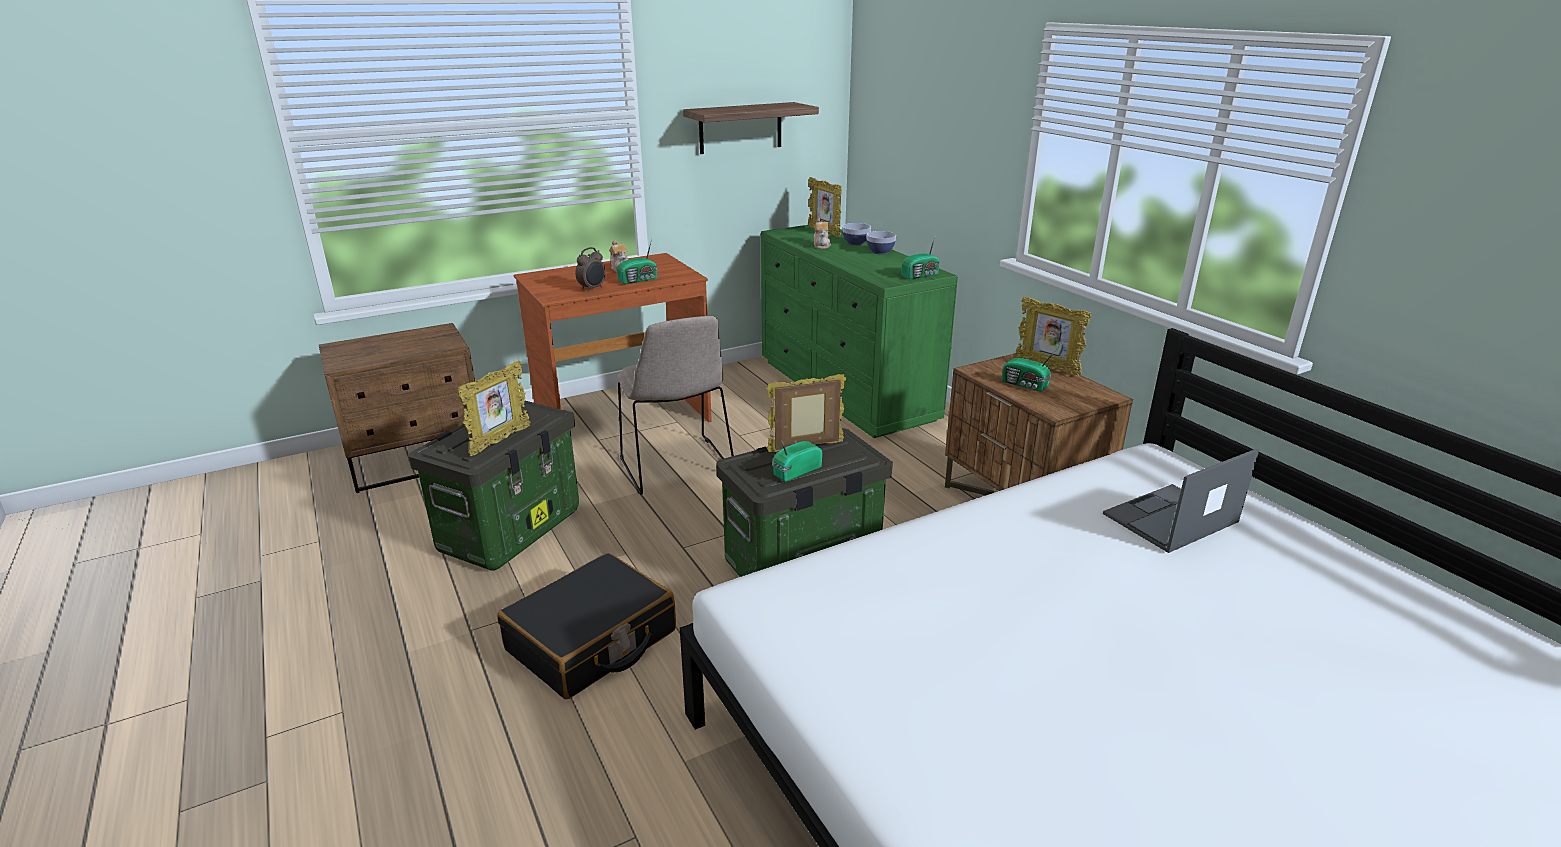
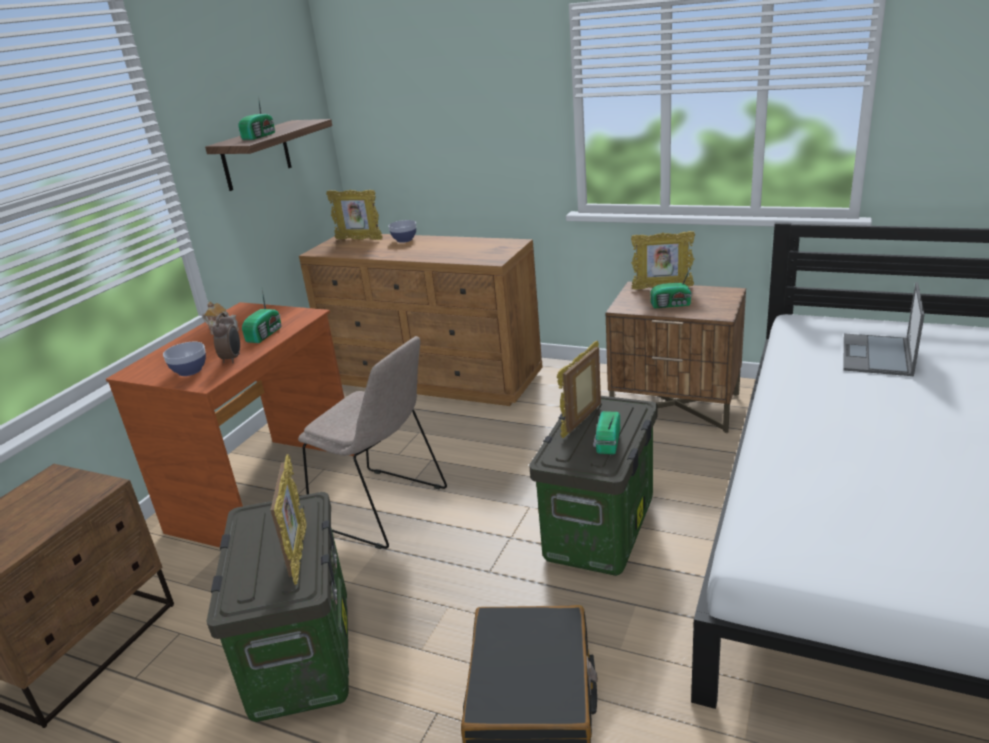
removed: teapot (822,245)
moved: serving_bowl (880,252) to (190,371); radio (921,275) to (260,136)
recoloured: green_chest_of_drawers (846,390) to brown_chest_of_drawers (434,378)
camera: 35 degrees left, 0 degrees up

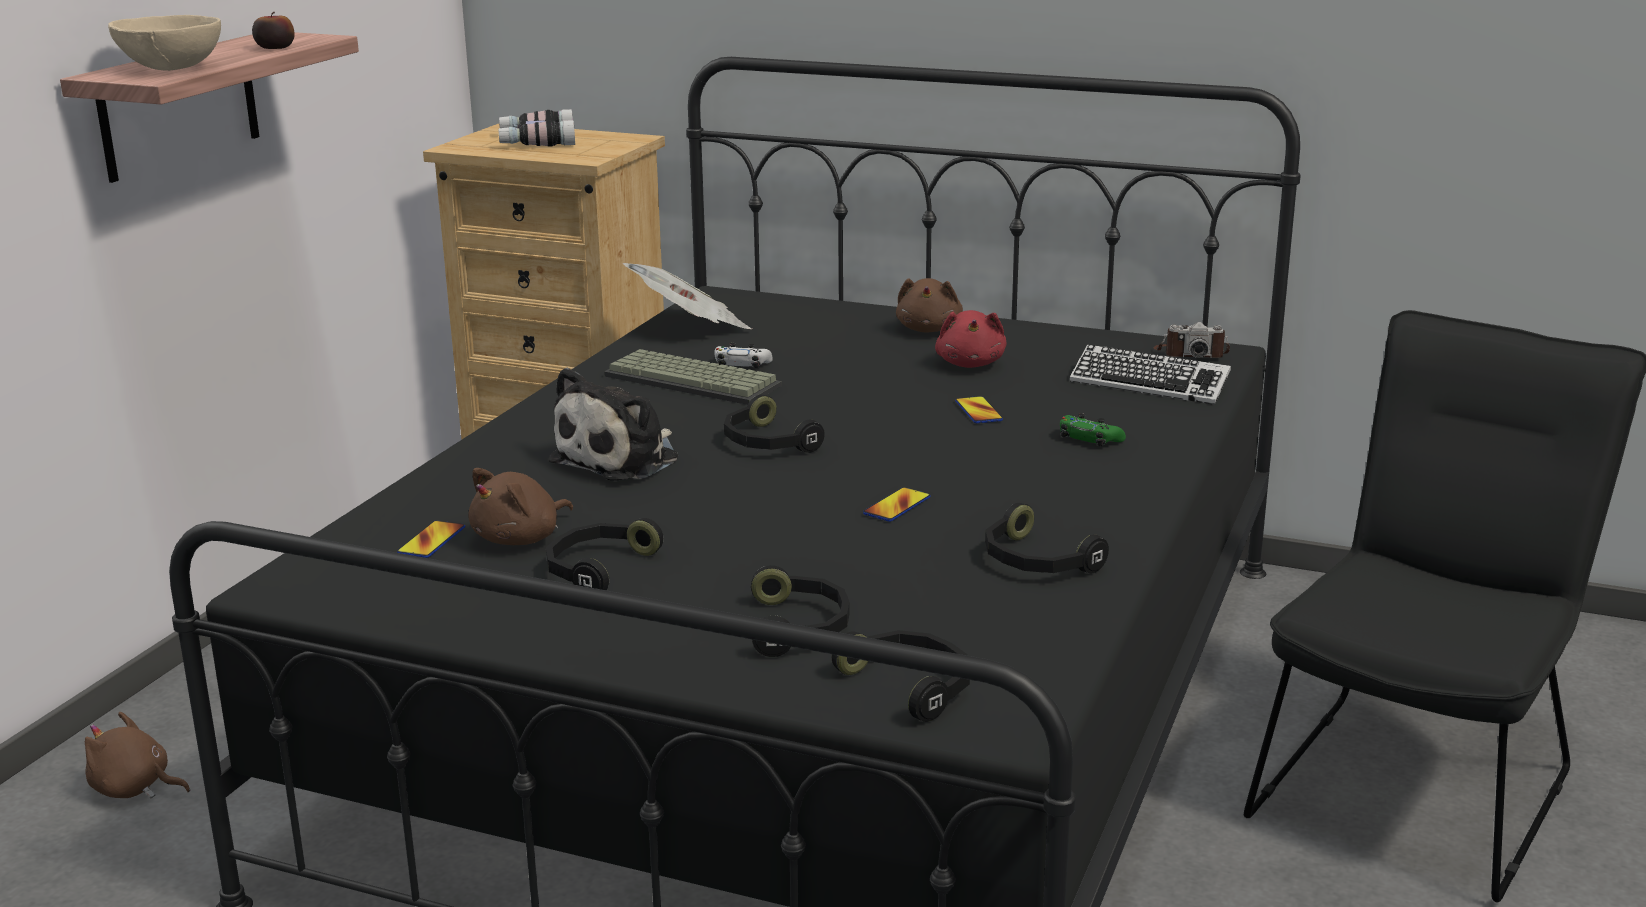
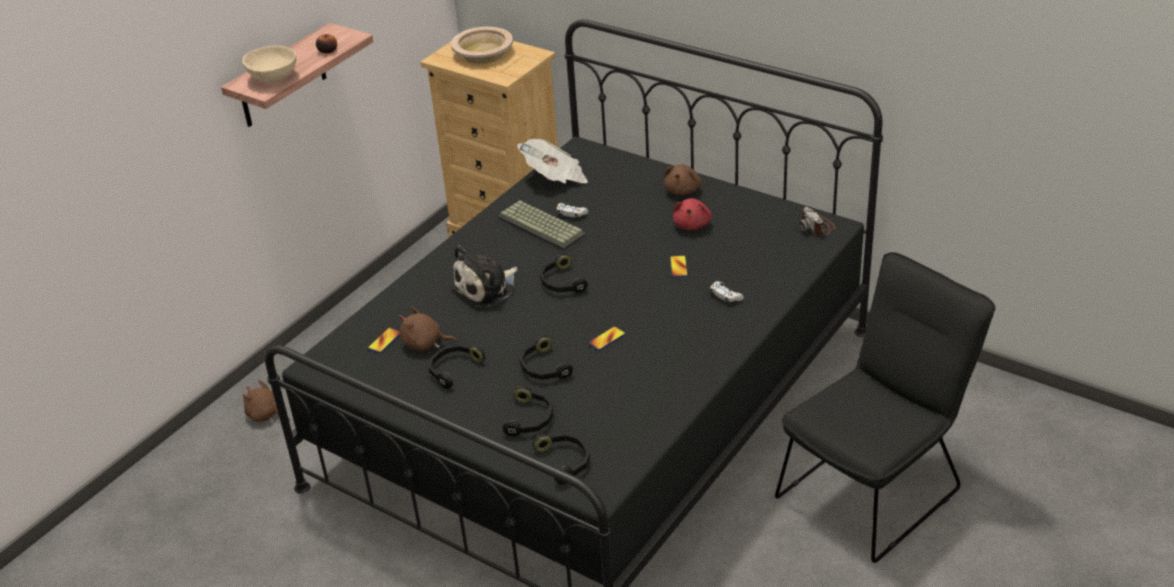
removed: PC_keyboard (1149,384)
moved: black_pair_of_headphones (1035,562) to (543,368)
replaced: binoculars (536,140) to beige_serving_bowl (483,53)
recoloured: green_joypad (1089,439) to white_joypad (725,296)
turned: still_camera (1191,354) = (817,226) 45 degrees clockwise; brown_plush_toy (521,539) = (425,344) 45 degrees clockwise
camera: 15 degrees right, 15 degrees up

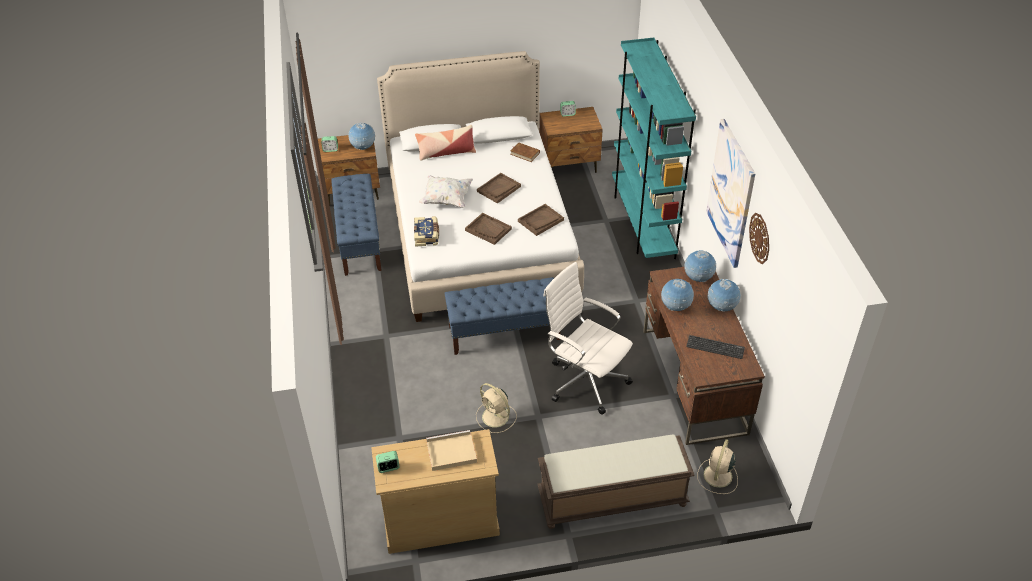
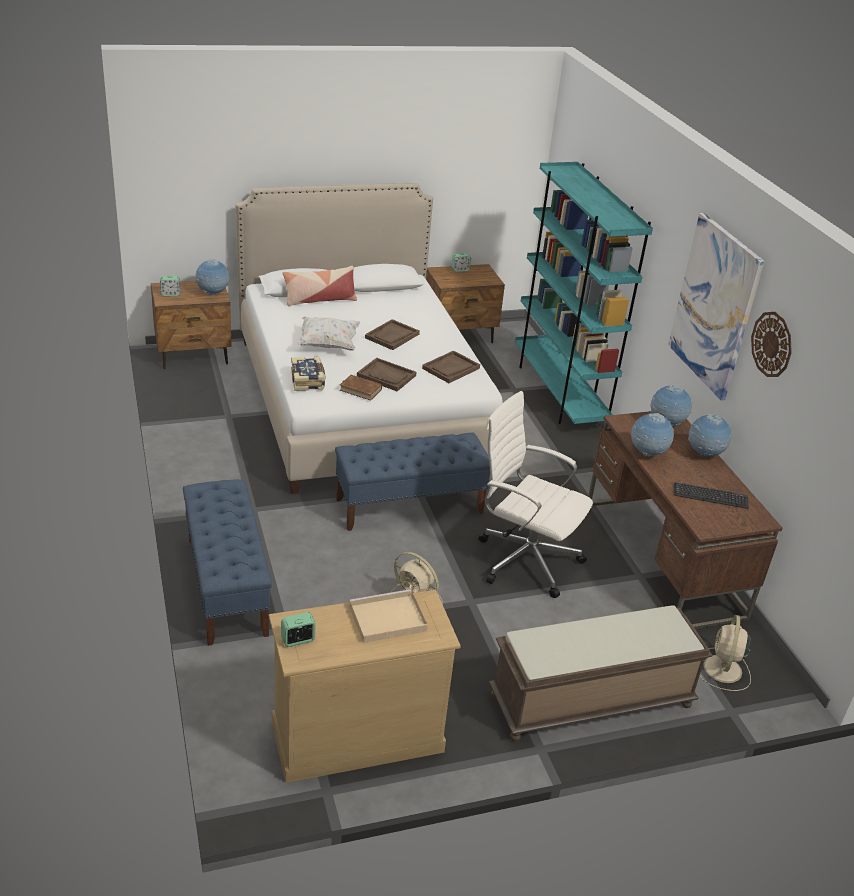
moved: brown_book (524,153) to (360,389); blue-coloured_indoor_bench (359,240) to (226,585)
camera: 10 degrees left, 10 degrees down

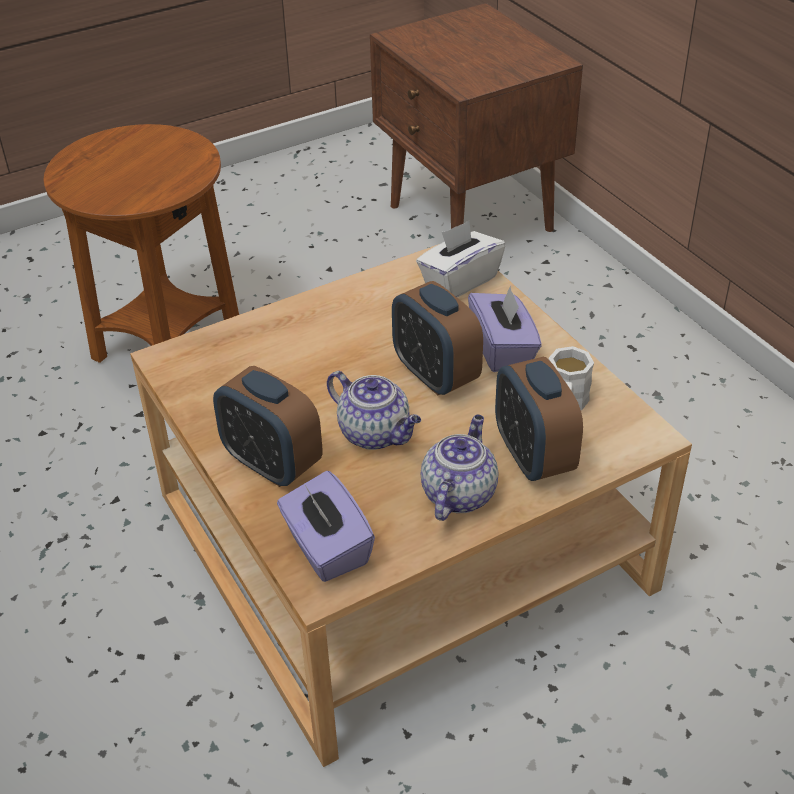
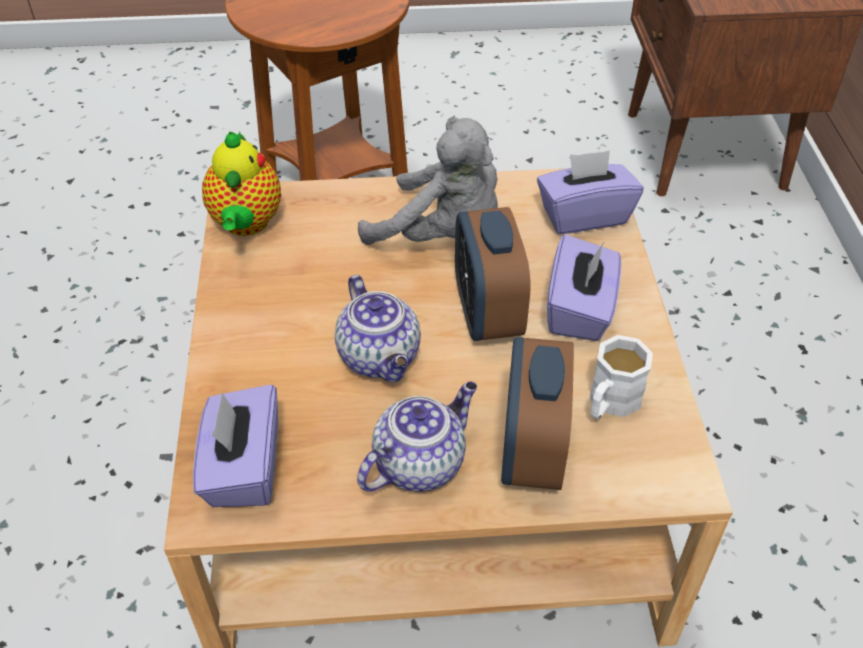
removed: table_clock (272,464)
added: gray_plush_toy (442,235); teapot (246,224)
recoloured: white_tissue_holder (459,280) to purplish_tissue_holder (584,215)
camera: 25 degrees right, 5 degrees up

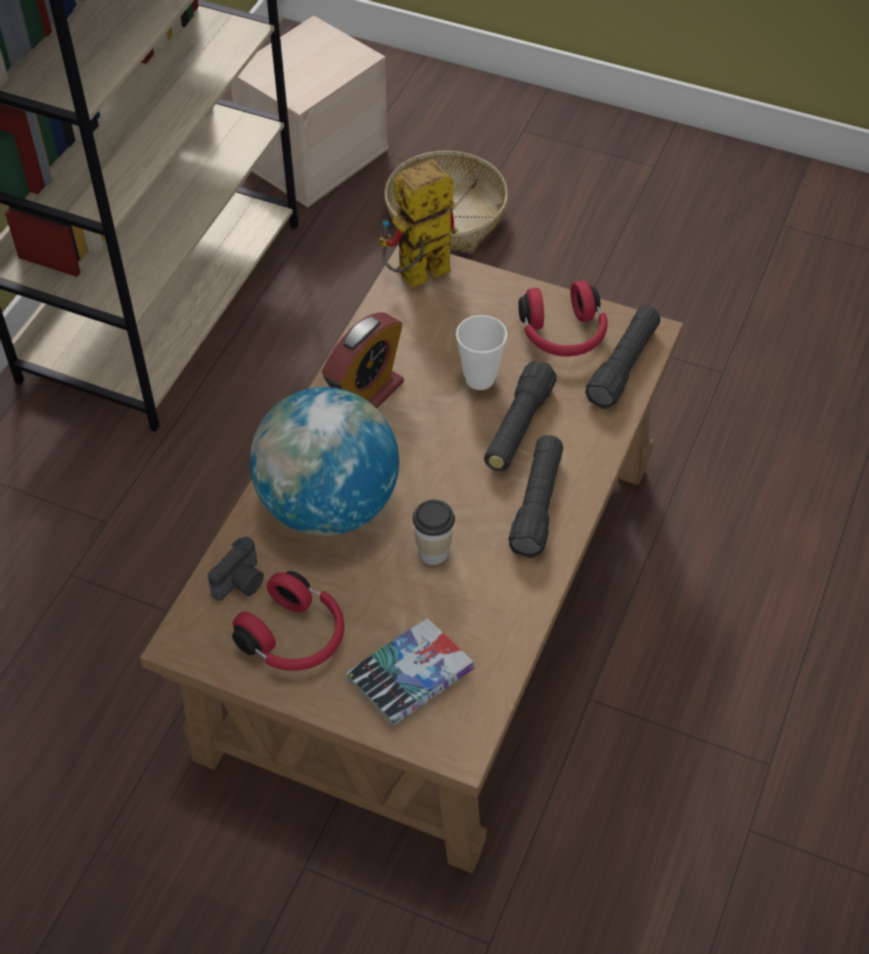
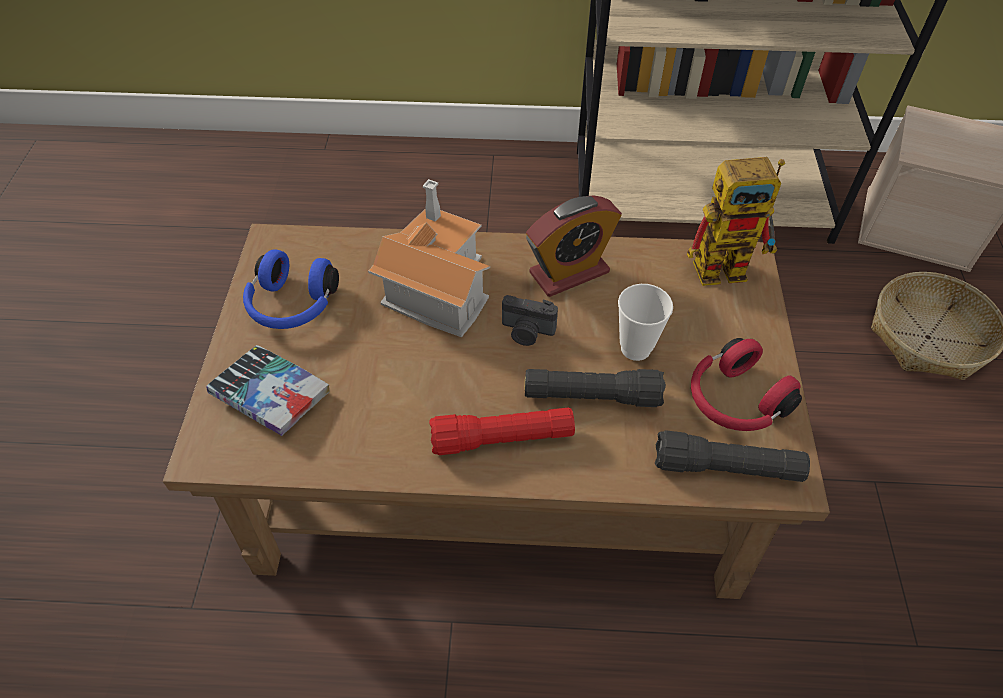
removed: drinking_cup (433,552)
moved: still_camera (241,583) to (526,332)
replaced: globe (328,505) to model_house (436,285)
recoloured: black_flashlight (537,504) to red-coloured_flashlight (502,439); red-coloured_pair_of_headphones (295,638) to blue-coloured_pair_of_headphones (292,305)
turned: toy_robot (416,278) = (729,266) 135 degrees clockwise; table_clock (365,395) = (569,272) 45 degrees counterclockwise
camera: 70 degrees right, 0 degrees up

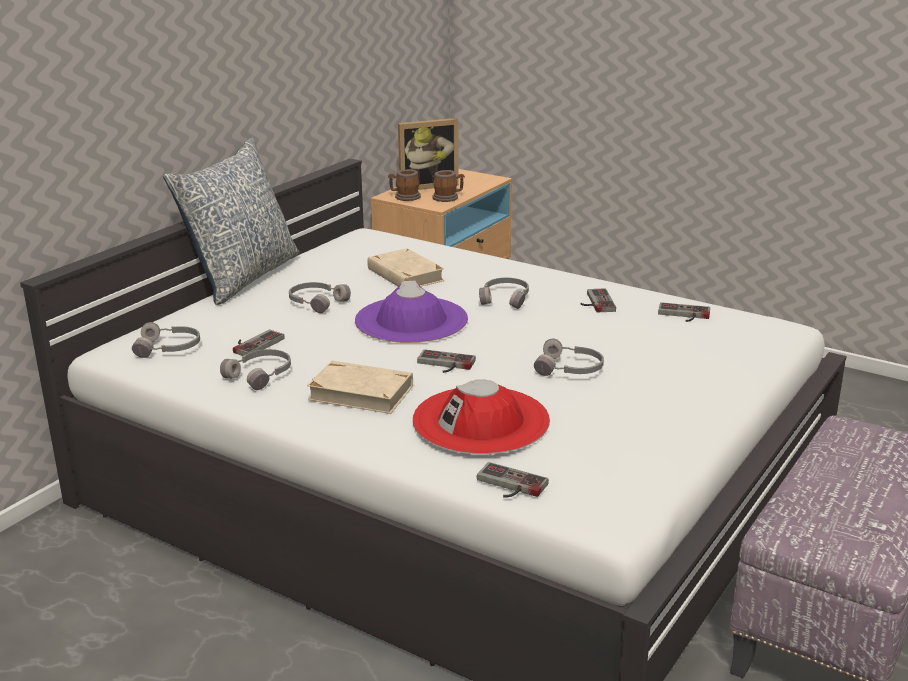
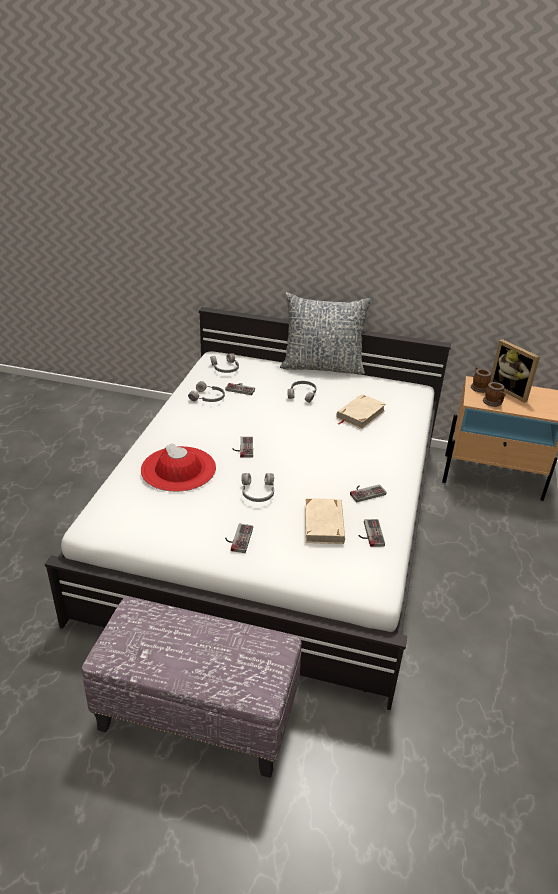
removed: gray_pair_of_headphones (505,299); purplish_hat (411,320)
moved: beige_book (360,393) to (324,524); joypad (508,486) to (237,538)
camera: 70 degrees right, 10 degrees up

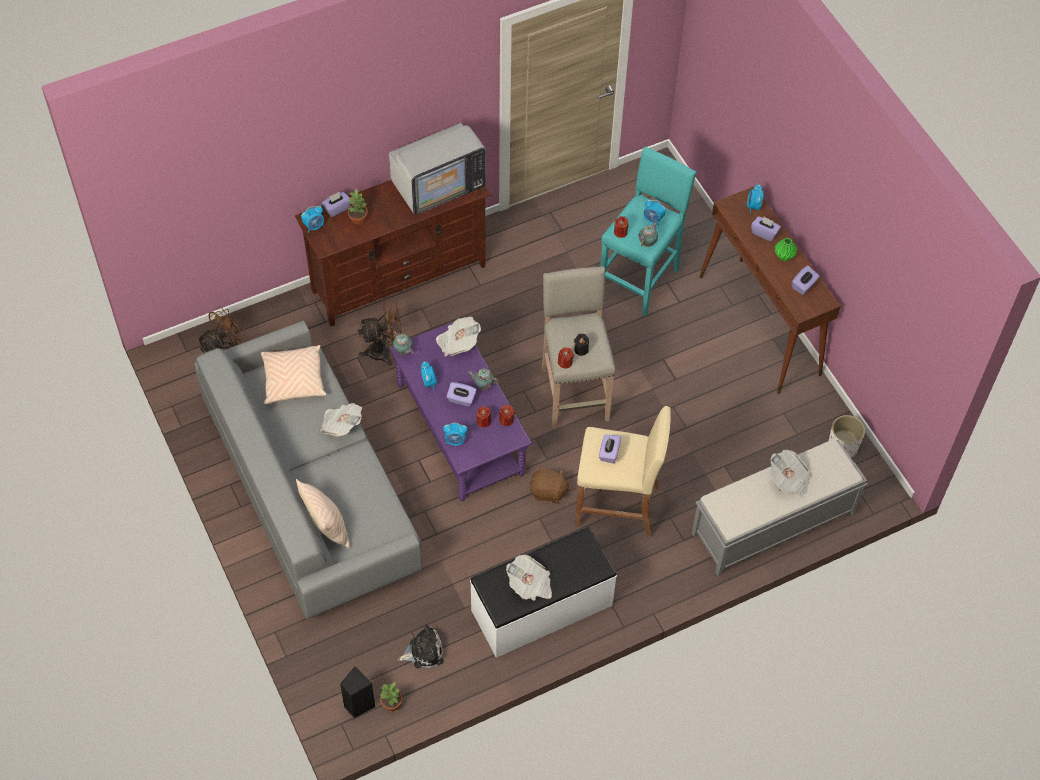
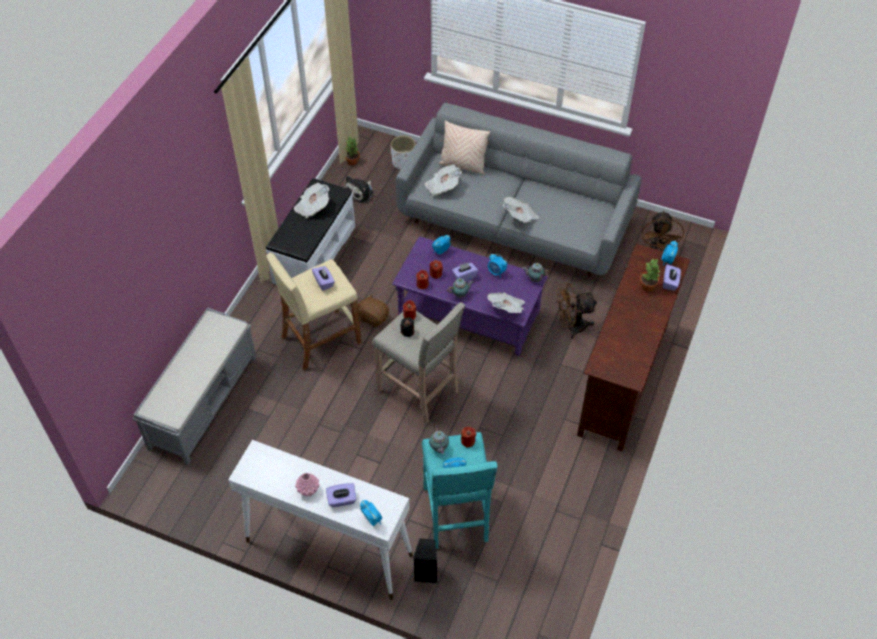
removed: television (438,186); purplish_tissue_holder (804,285); beige_cushion (293,380)
moved: white_plant_pot (842,446) to (403,162); printed_paper (789,480) to (442,186); black_loudspeaker (358,705) to (427,573)
recoloured: brown_hall_table (760,325) to white_hall_table (328,548); green_decorative_vase (783,256) to pinkish_decorative_vase (308,490)
turned: brown_fan (384,351) = (571,326) 45 degrees clockwise; brown_plush_toy (548,492) = (373,317) 60 degrees clockwise
camera: 140 degrees right, 5 degrees down

